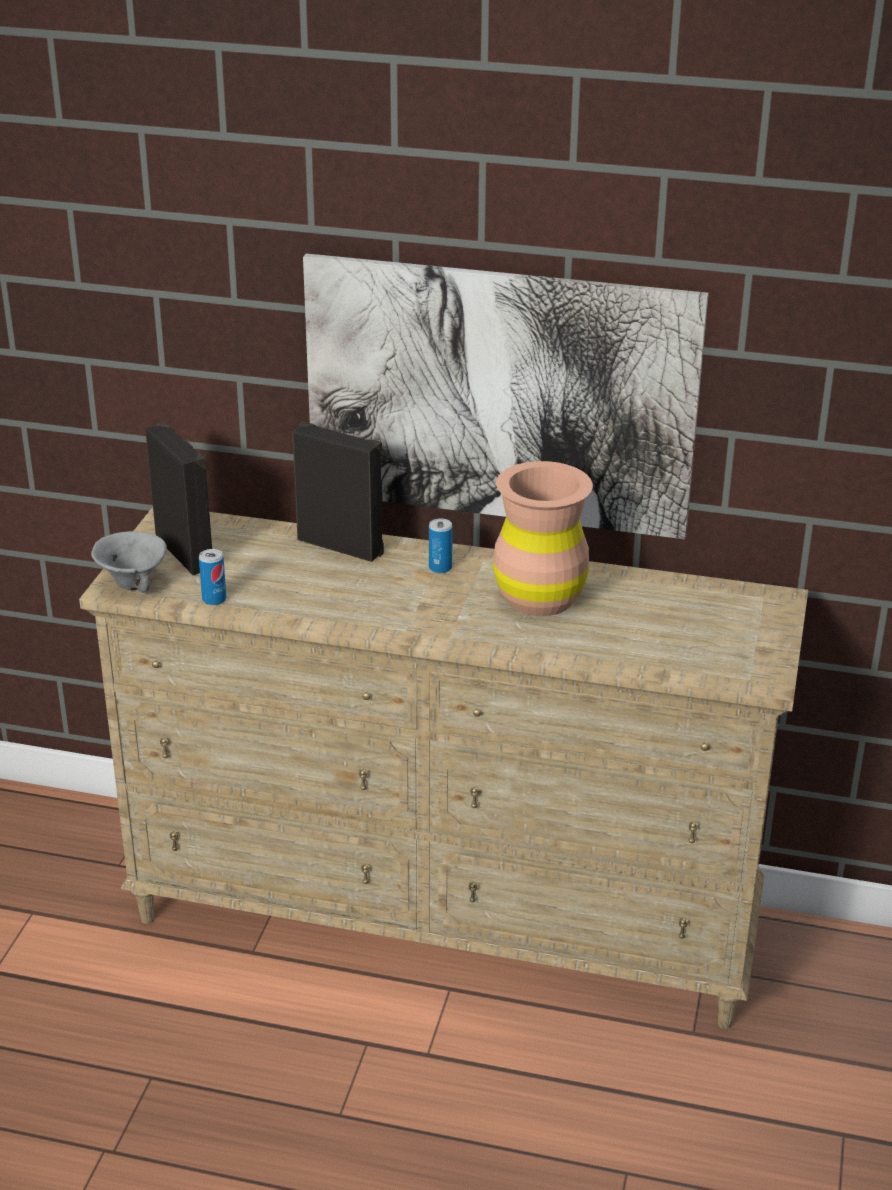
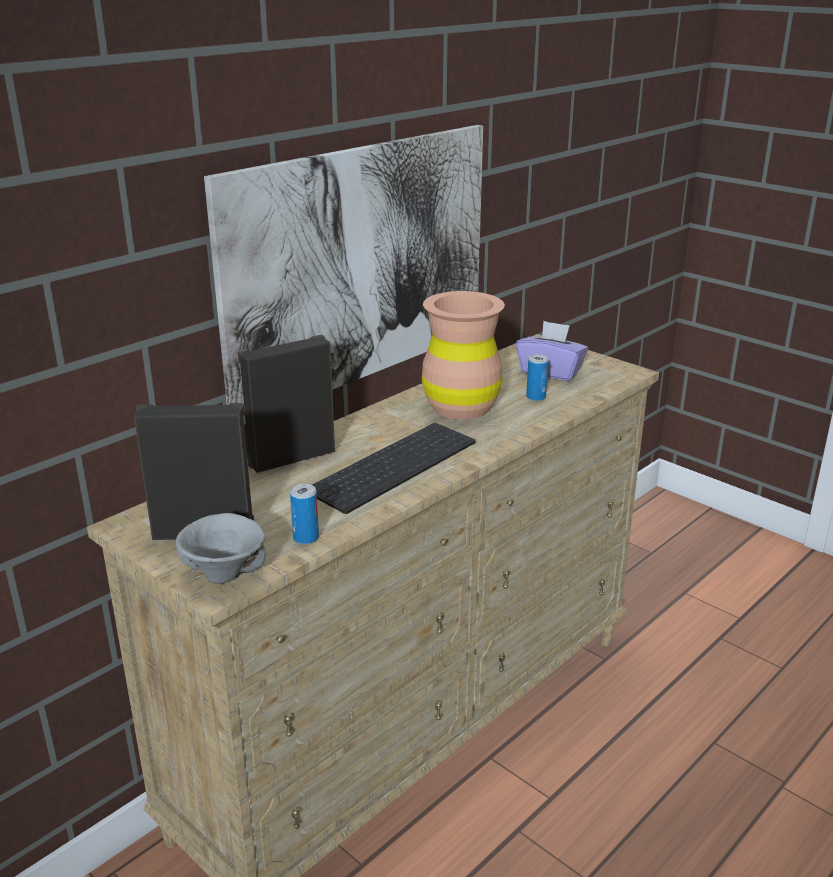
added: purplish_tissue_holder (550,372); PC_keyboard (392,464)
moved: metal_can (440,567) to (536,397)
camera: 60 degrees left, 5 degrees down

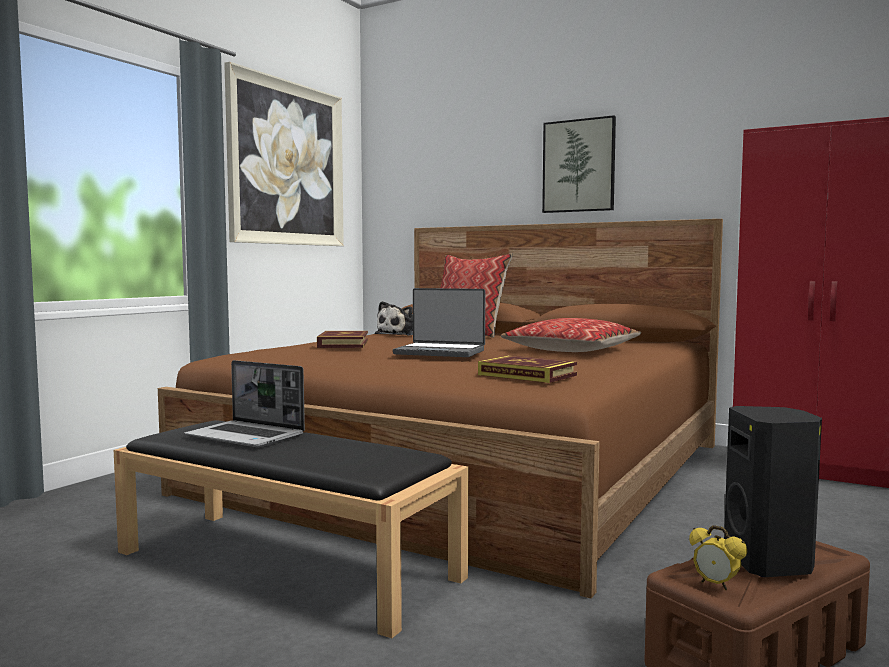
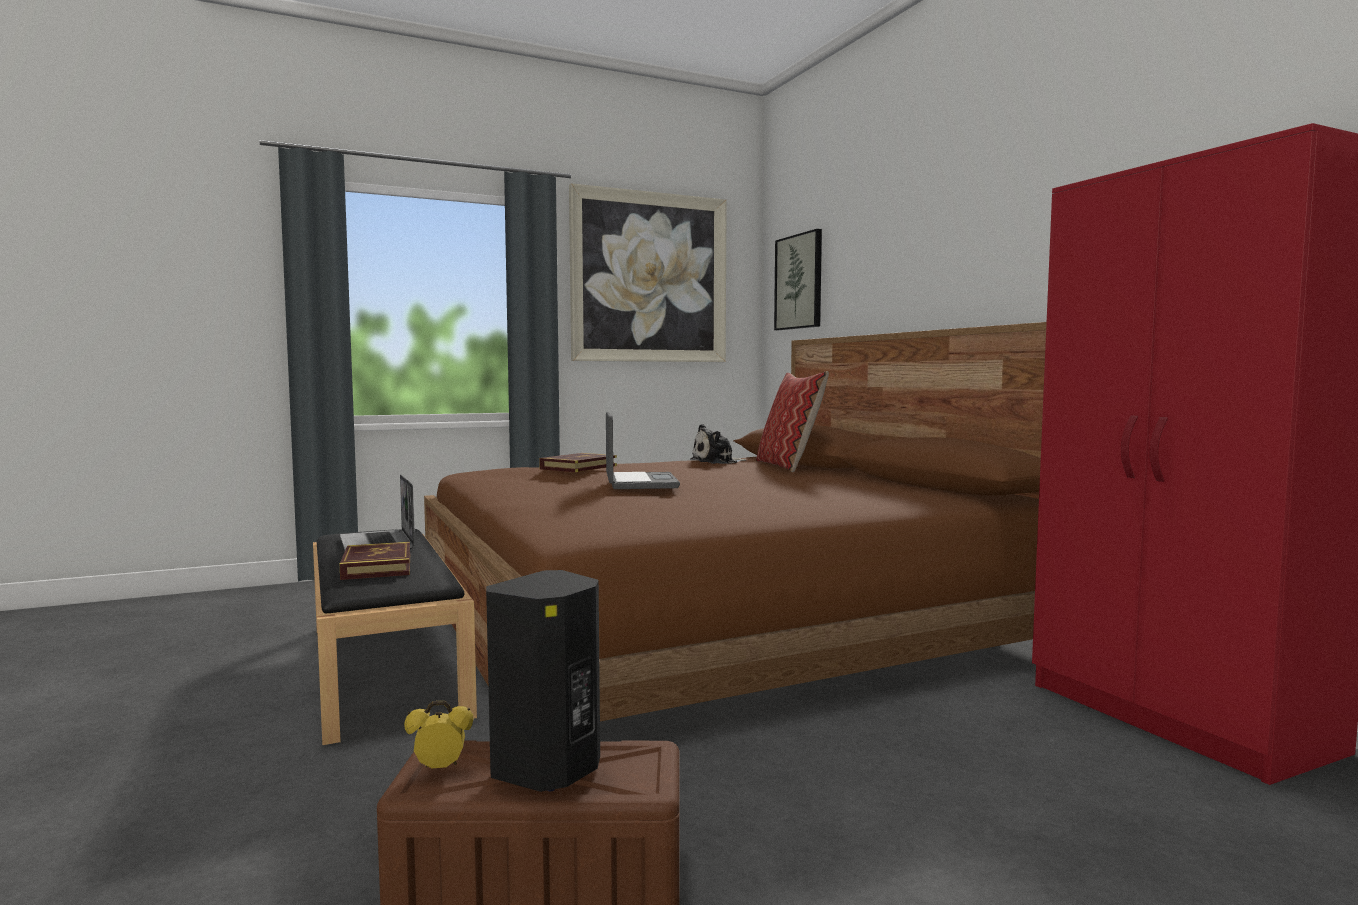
removed: cushion (571,350)
moved: wall_picture (579,166) to (799,282); book (527,375) to (377,567)
turned: notebook_computer (440,352) = (639,483) 150 degrees counterclockwise; table_clock (716,585) = (440,768) 90 degrees clockwise
camera: 35 degrees right, 0 degrees up

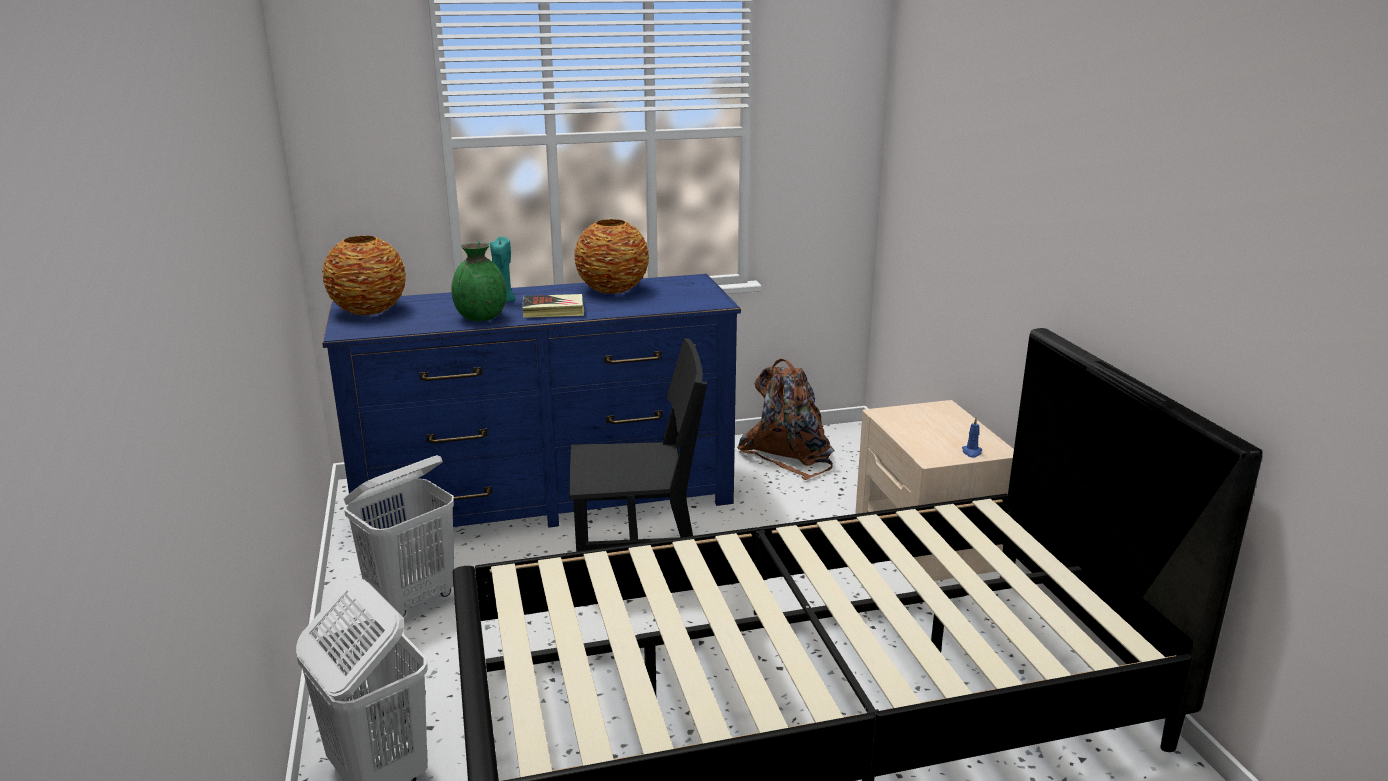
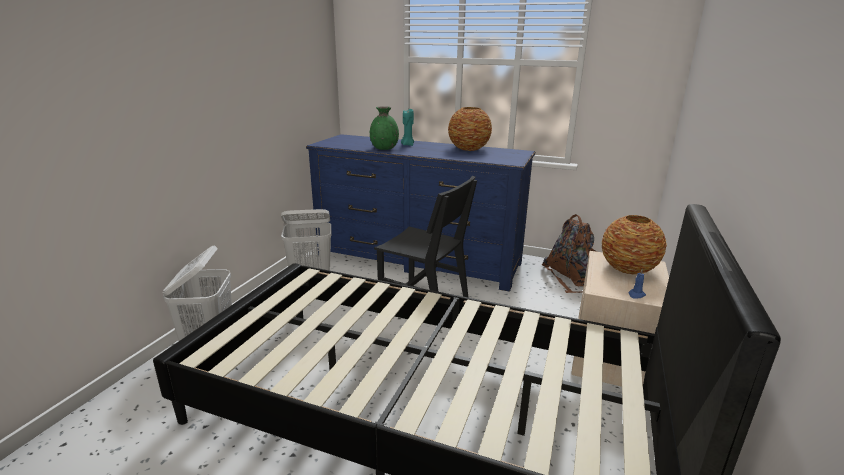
removed: book (553,311)
moved: decorative_vase (368,311) to (627,269)
camera: 35 degrees right, 0 degrees up

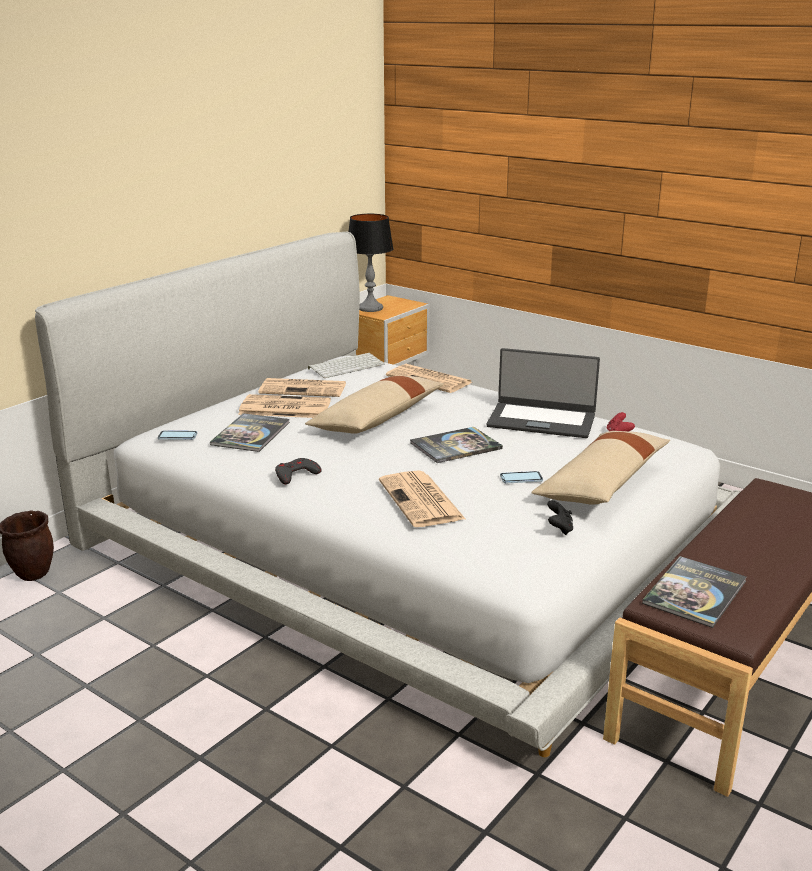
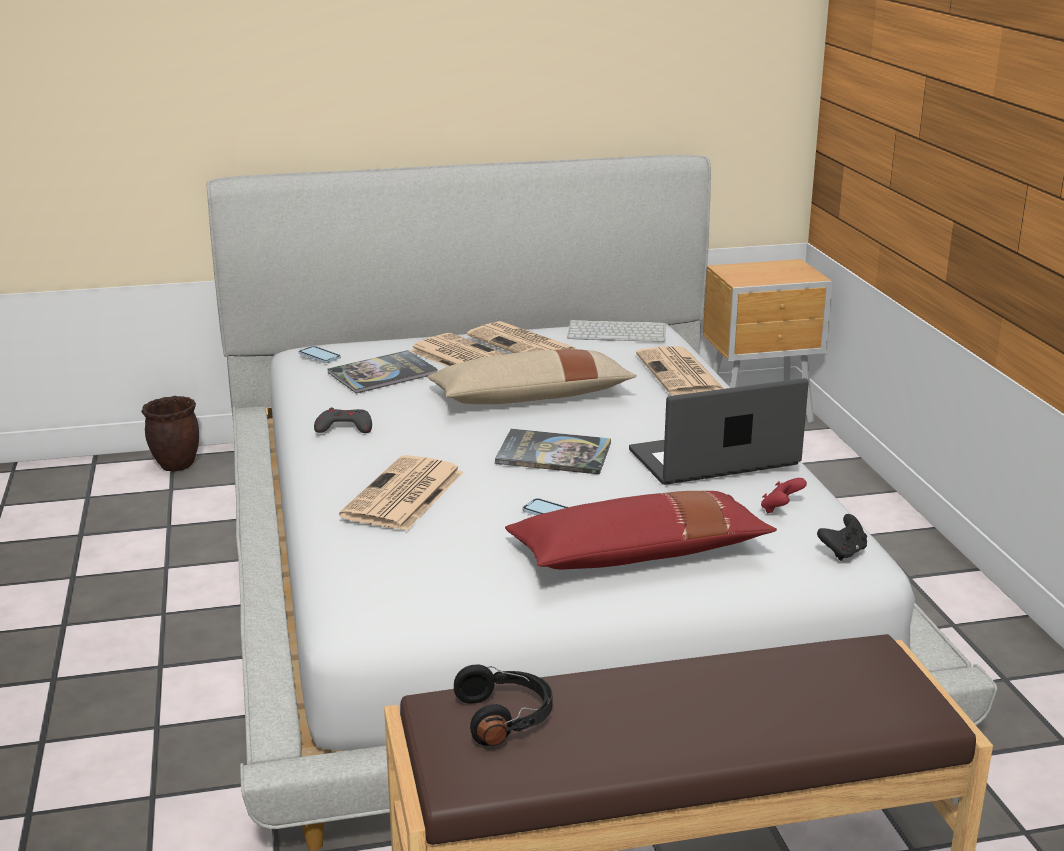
removed: tabletop_lamp (370,308)
moved: black_joypad (559,529) to (843,552)
replaced: book (695,592) to black_pair_of_headphones (506,717)
recoloured: beige_cushion (602,483) to red-coloured_cushion (638,555)
turned: notebook_computer (541,420) = (714,459) 105 degrees clockwise
camera: 40 degrees right, 0 degrees up

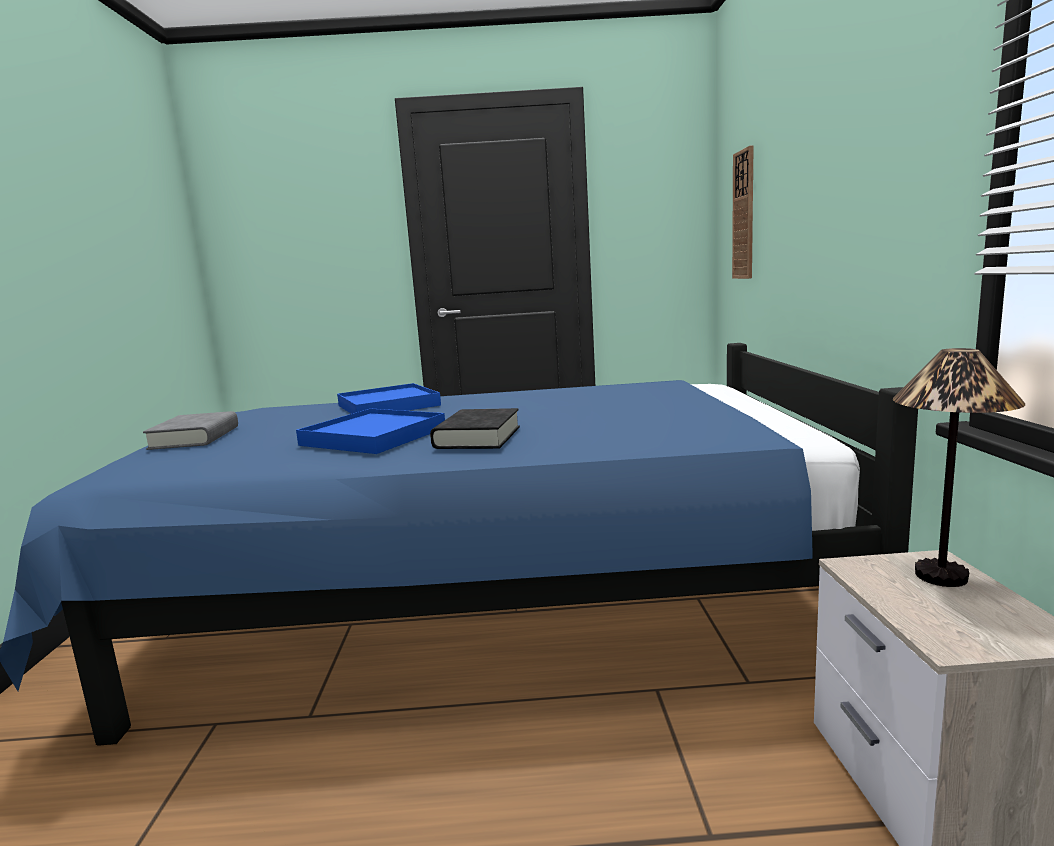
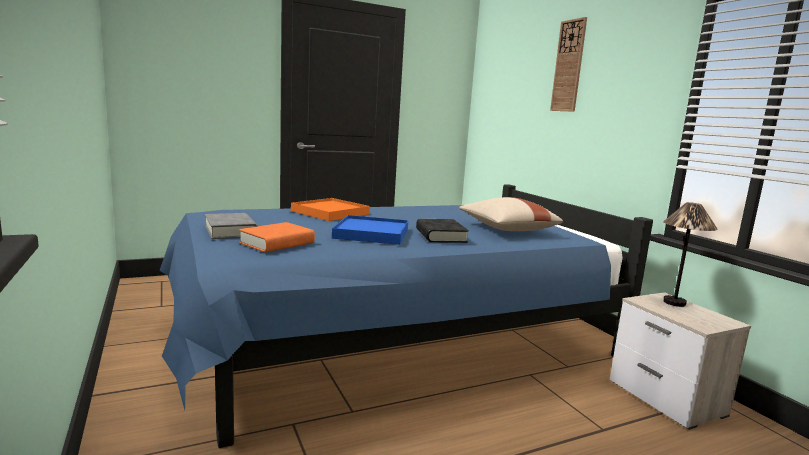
added: beige_cushion (506,229); orangey_book (277,243)
moved: wall_clock (744,215) to (568,66)
recoloured: blue-coloured_tray (388,405) to orangey_tray (330,212)
camera: 25 degrees left, 0 degrees up

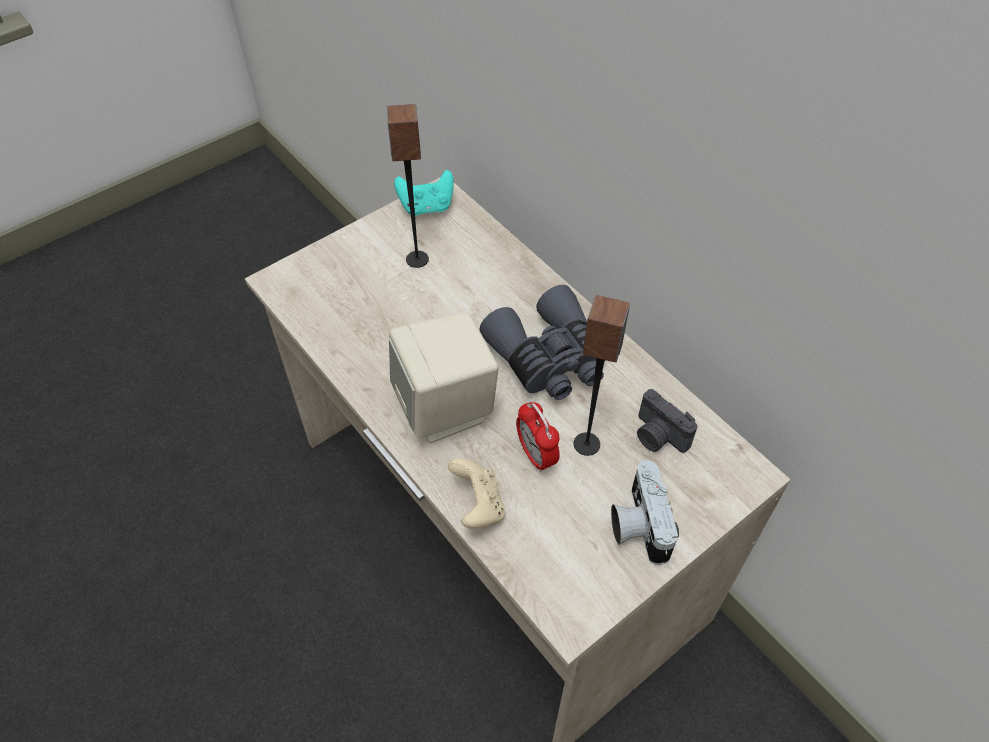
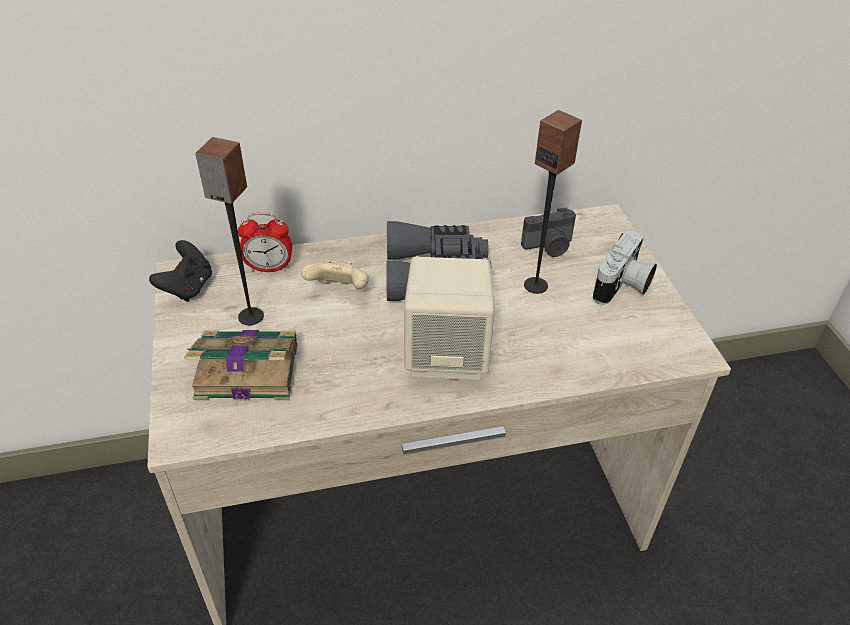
added: book (244,369)
moved: table_clock (536,455) to (269,268); beige_joypad (478,505) to (339,291)
recoloured: blue-green_joypad (427,207) to black_joypad (188,287)
turned: still_camera (637,524) = (623,286) 75 degrees counterclockwise
camera: 65 degrees left, 10 degrees down

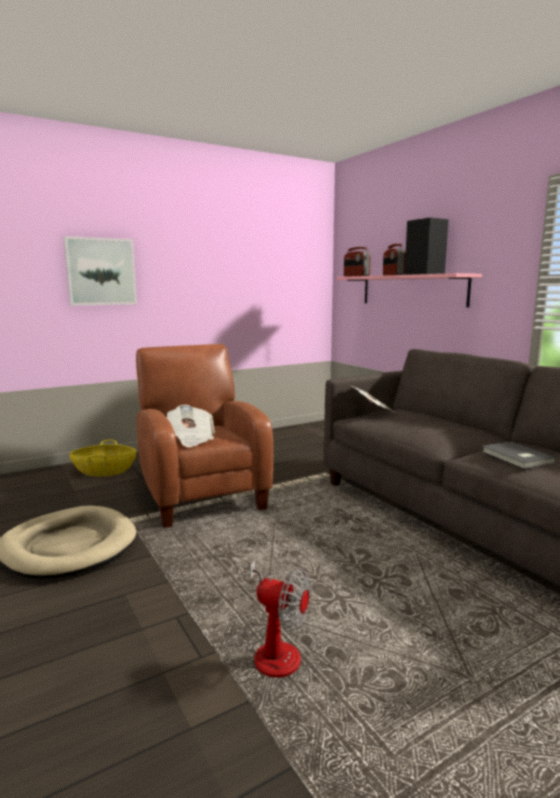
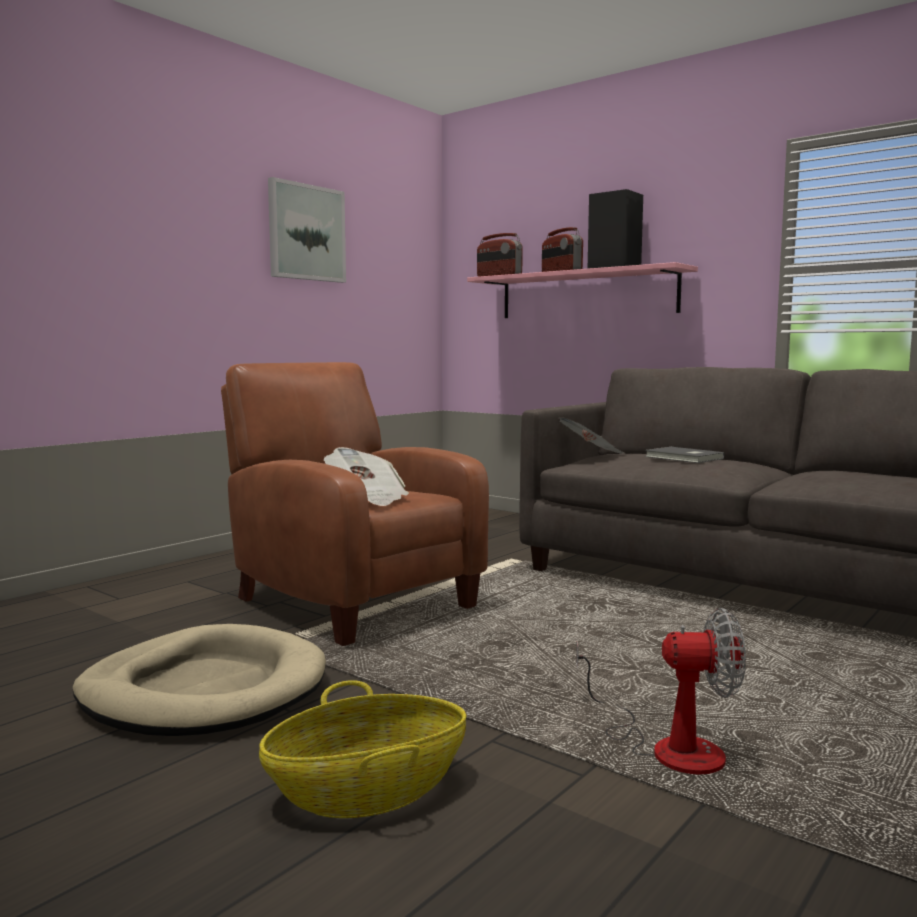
moved: wall_picture (101,271) to (306,233); basket (104,471) to (367,790); gray_book (516,457) to (683,458)
camera: 20 degrees left, 5 degrees down

